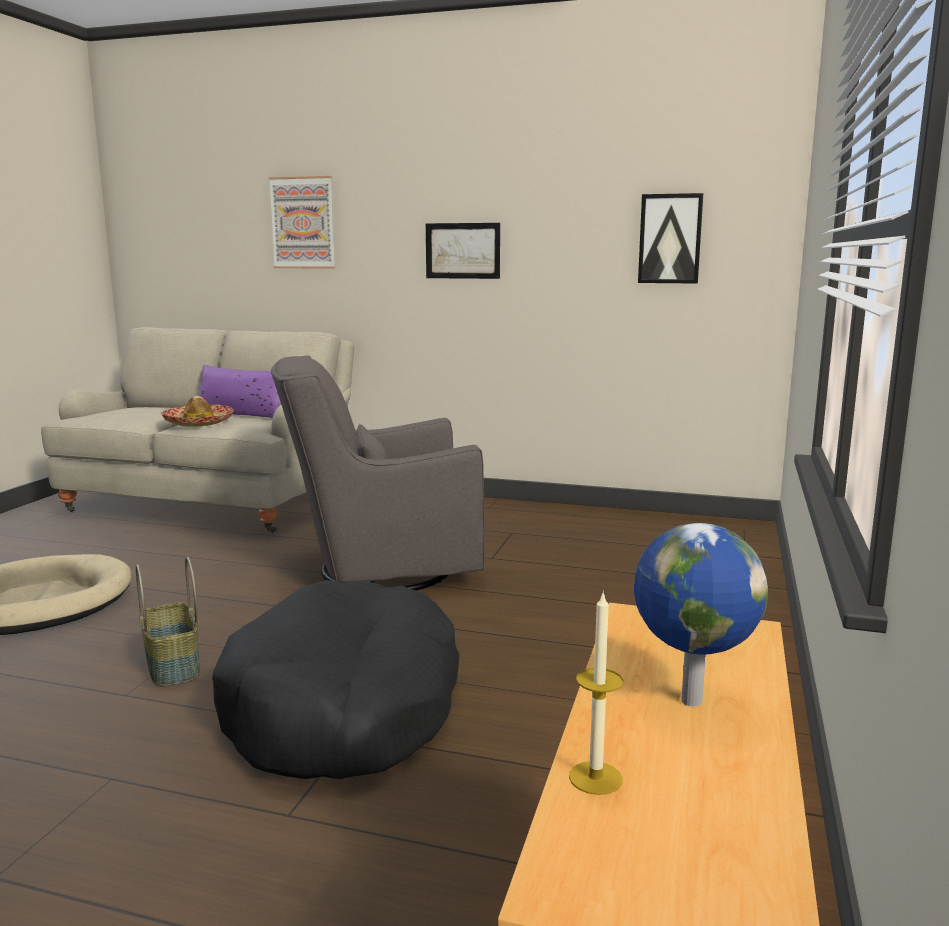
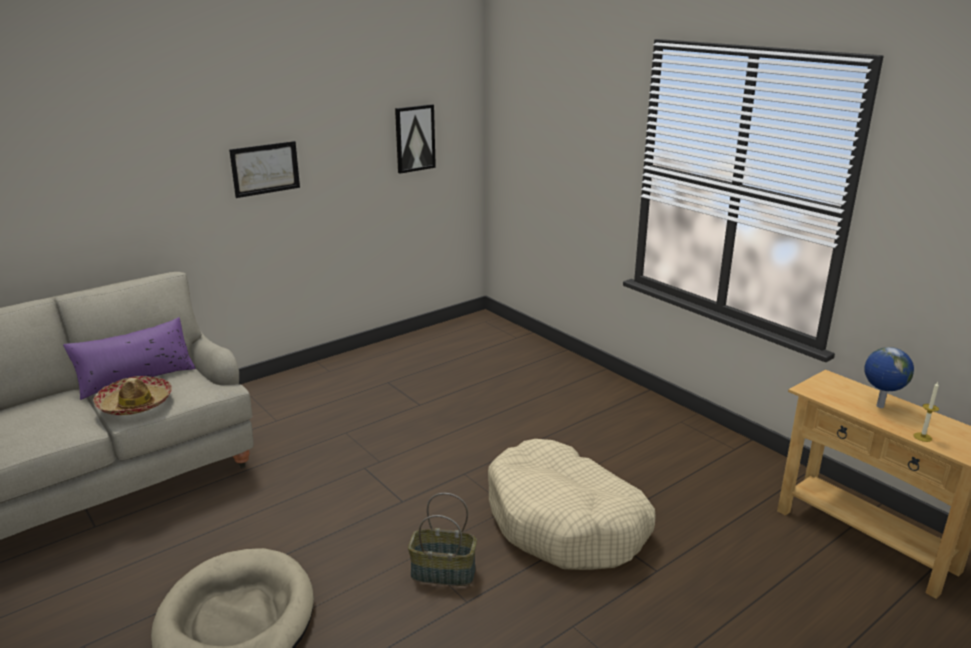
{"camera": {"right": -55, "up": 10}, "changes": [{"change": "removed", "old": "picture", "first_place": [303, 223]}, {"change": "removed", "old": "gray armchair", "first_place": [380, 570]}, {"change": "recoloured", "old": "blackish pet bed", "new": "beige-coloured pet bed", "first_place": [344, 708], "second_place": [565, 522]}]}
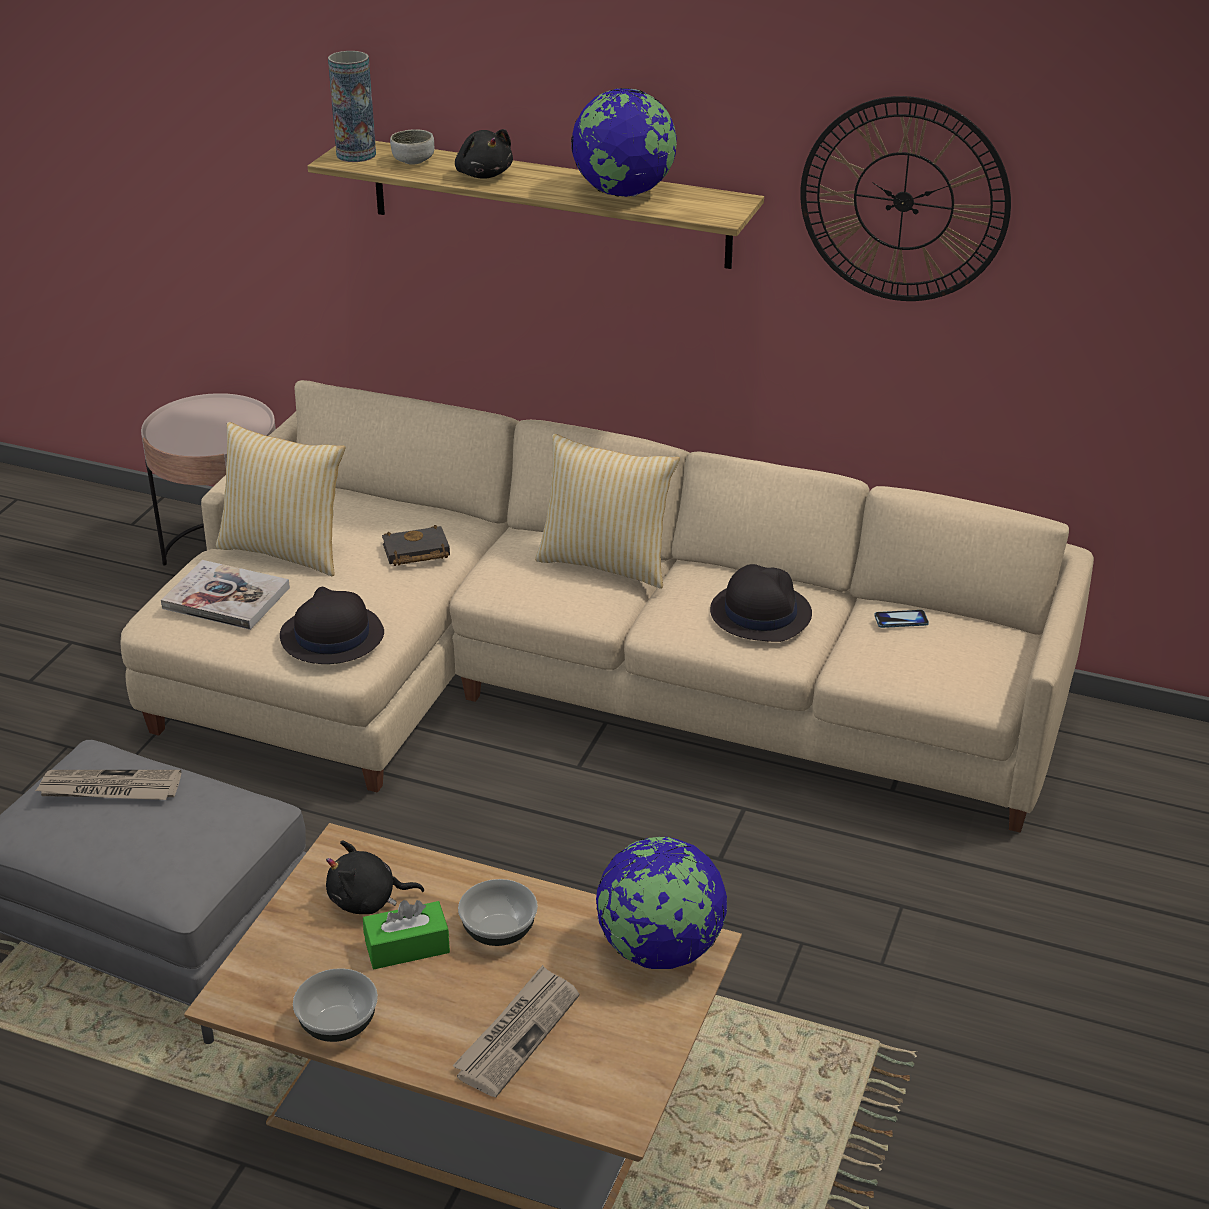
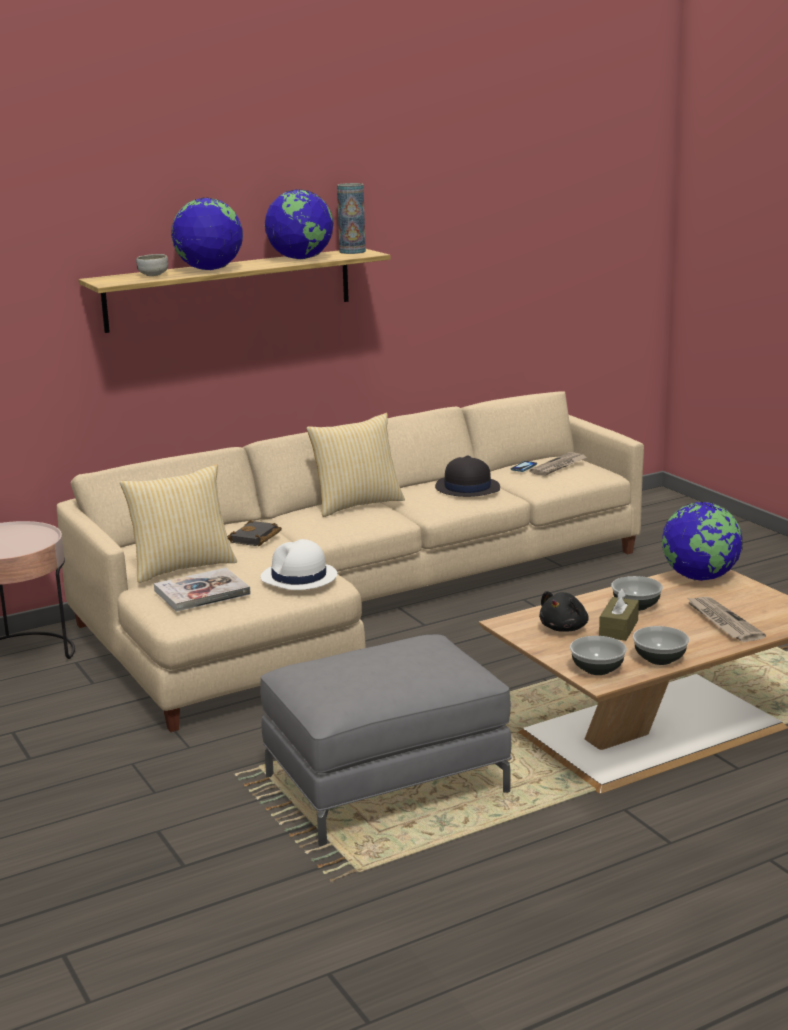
{"camera": {"right": -50, "up": -15}, "changes": [{"change": "moved", "old": "decorative vase", "first_place": [356, 155], "second_place": [352, 251]}, {"change": "removed", "old": "hanging clock", "first_place": [903, 201]}, {"change": "replaced", "old": "blackish plush toy", "new": "globe", "first_place": [483, 174], "second_place": [209, 269]}, {"change": "recoloured", "old": "blackish clothing hat", "new": "white clothing hat", "first_place": [331, 636], "second_place": [298, 577]}, {"change": "moved", "old": "printed paper", "first_place": [109, 789], "second_place": [559, 466]}, {"change": "recoloured", "old": "green tissue holder", "new": "brownish tissue holder", "first_place": [407, 947], "second_place": [618, 628]}, {"change": "added", "new": "deep dish", "second_place": [598, 669]}]}
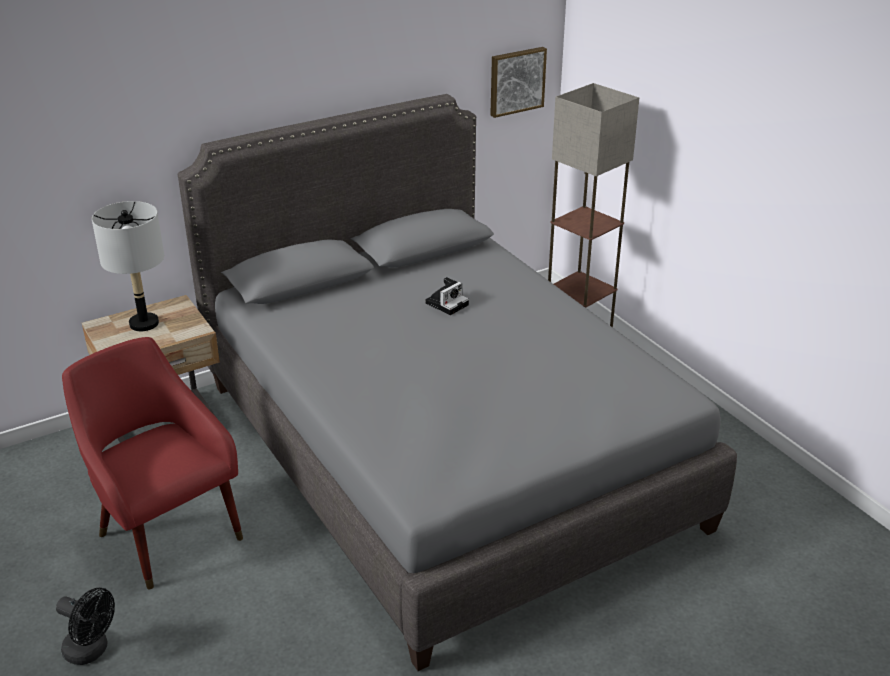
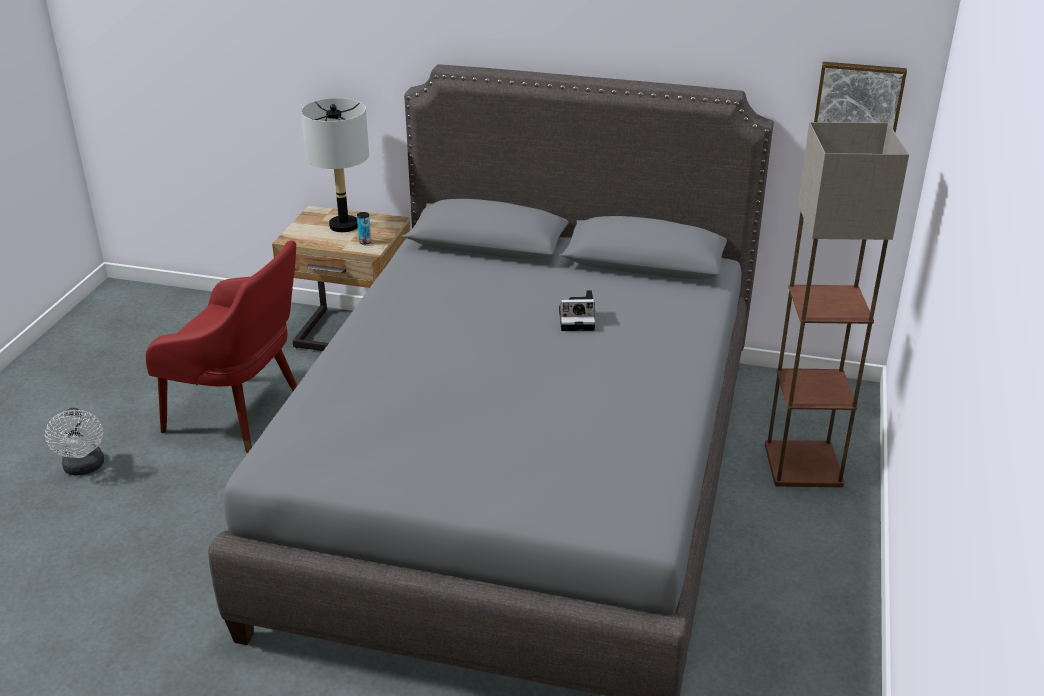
{"camera": {"right": 45, "up": 0}, "changes": [{"change": "turned", "old": "red-coloured armchair", "first_place": [166, 530], "second_place": [241, 414], "degrees": 105}, {"change": "recoloured", "old": "blackish fan", "new": "white fan", "first_place": [91, 651], "second_place": [84, 468]}, {"change": "added", "new": "metal can", "second_place": [365, 242]}]}
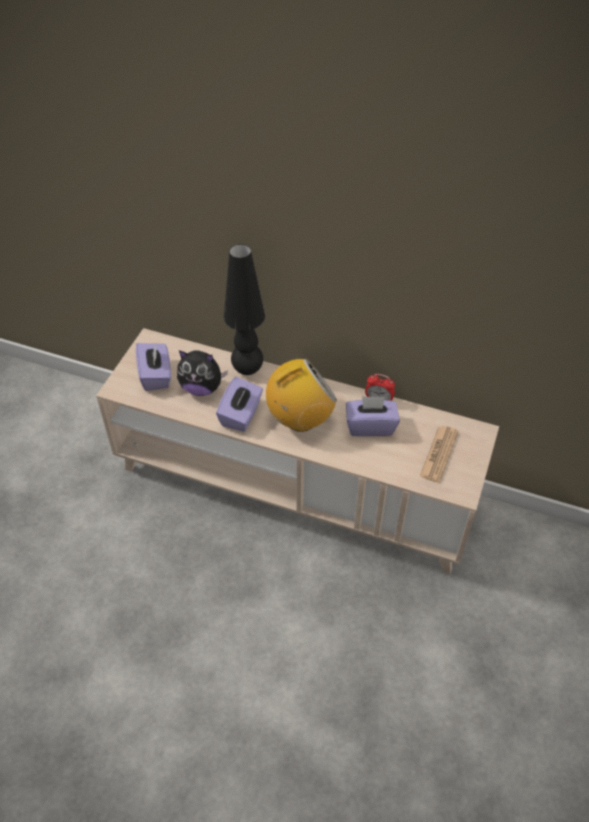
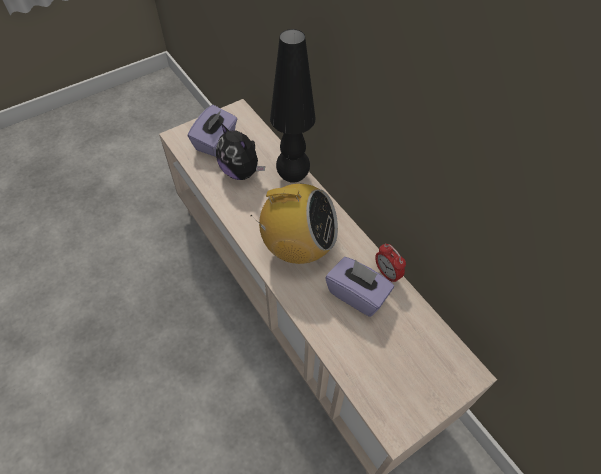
{"camera": {"right": 35, "up": 5}, "changes": [{"change": "removed", "old": "purple-coloured tissue holder", "first_place": [241, 415]}, {"change": "removed", "old": "printed paper", "first_place": [439, 454]}]}
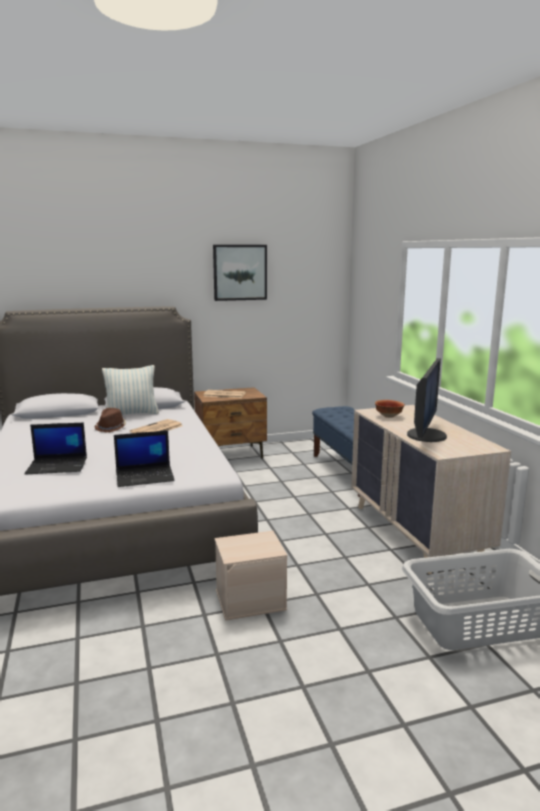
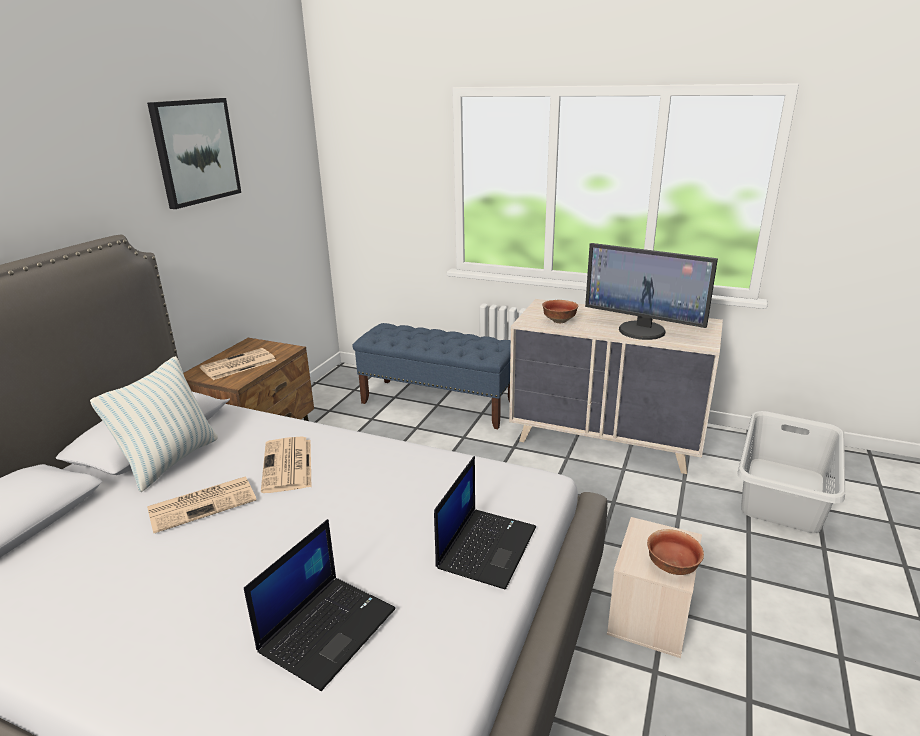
{"camera": {"right": -50, "up": 10}, "changes": [{"change": "turned", "old": "computer display", "first_place": [425, 435], "second_place": [642, 330], "degrees": 150}, {"change": "replaced", "old": "brownish clothing hat", "new": "printed paper", "first_place": [111, 427], "second_place": [203, 503]}, {"change": "added", "new": "deep dish", "second_place": [672, 567]}]}
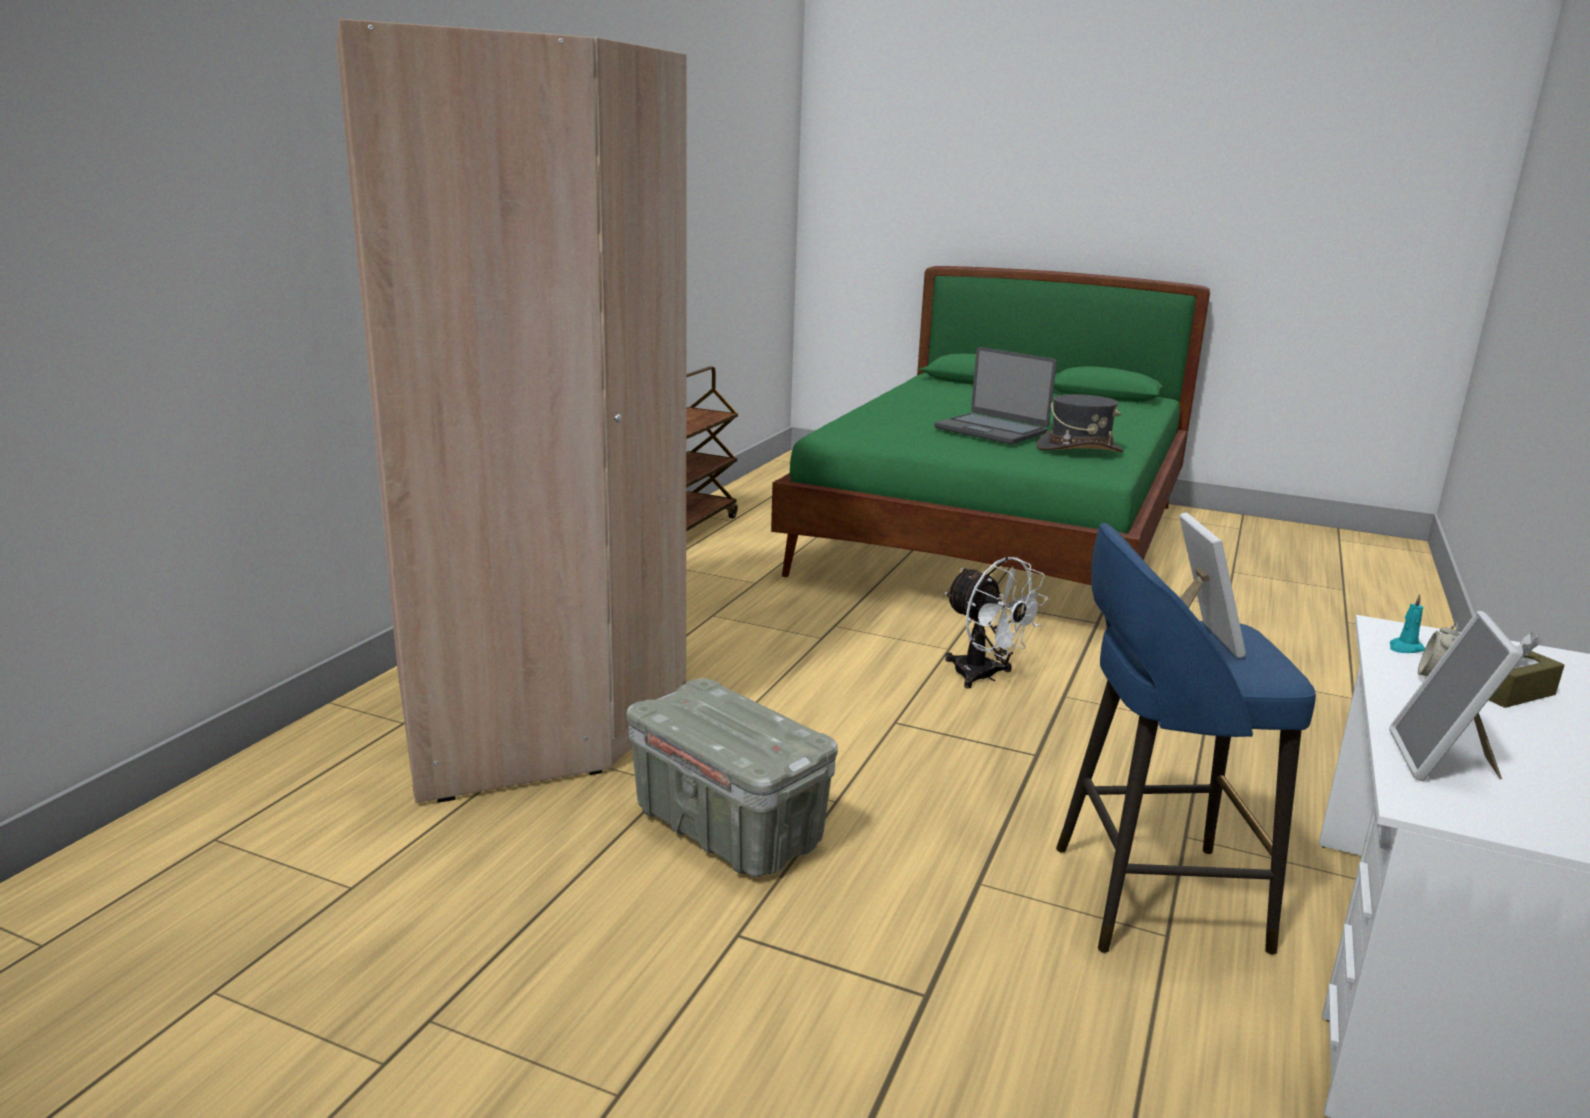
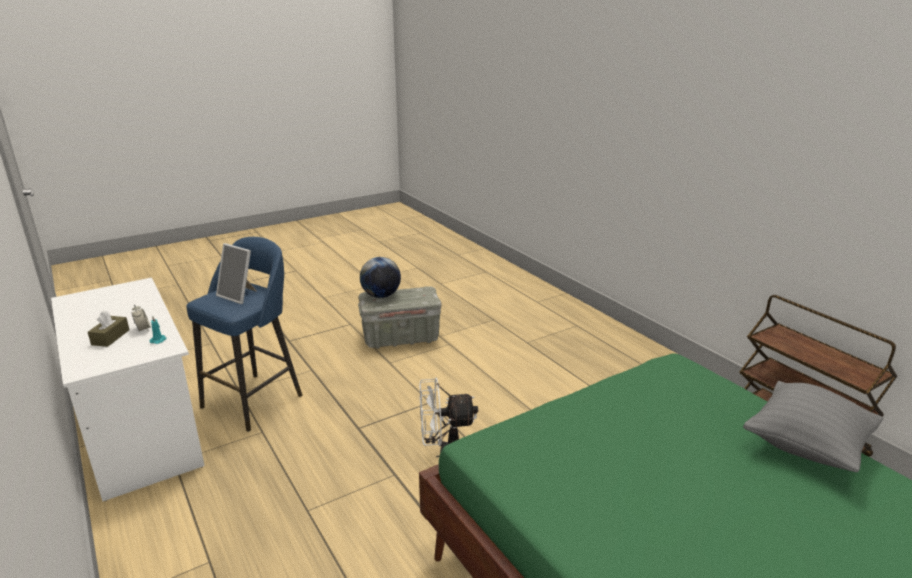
{"camera": {"right": 125, "up": 5}, "changes": [{"change": "removed", "old": "beige-coloured armoire", "first_place": [538, 710]}, {"change": "removed", "old": "portable computer", "first_place": [991, 430]}, {"change": "removed", "old": "gray clothing hat", "first_place": [1079, 449]}, {"change": "removed", "old": "photo frame", "first_place": [1442, 761]}, {"change": "added", "new": "globe", "second_place": [381, 295]}, {"change": "added", "new": "gray pillow", "second_place": [806, 446]}]}
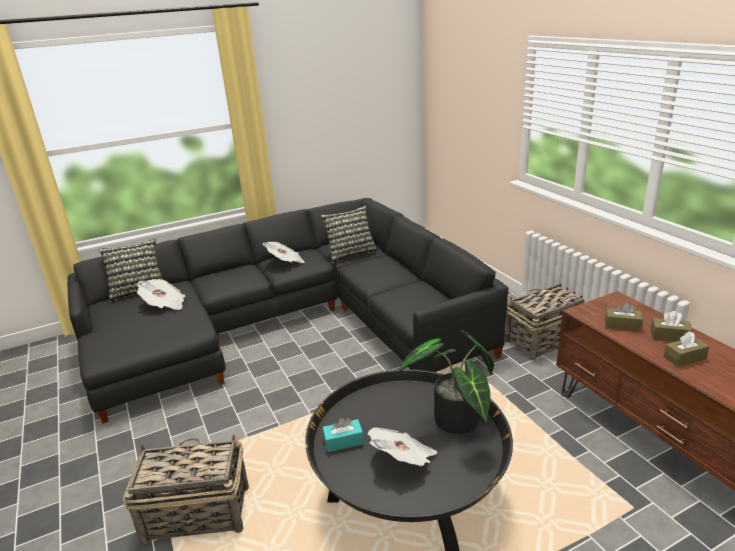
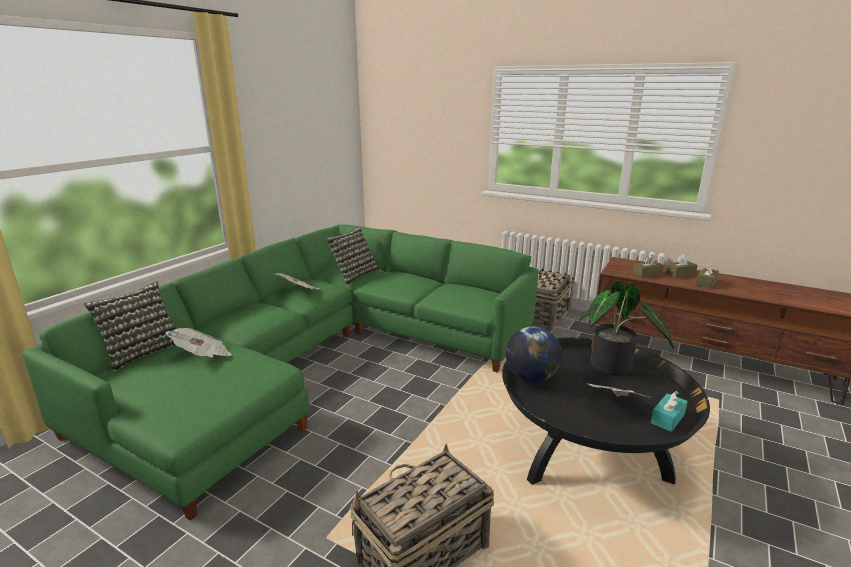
{"camera": {"right": -35, "up": -5}, "changes": [{"change": "recoloured", "old": "blackish settee", "new": "green settee", "first_place": [289, 326], "second_place": [317, 359]}, {"change": "moved", "old": "blue-green tissue holder", "first_place": [343, 441], "second_place": [667, 419]}, {"change": "added", "new": "globe", "second_place": [531, 378]}]}
